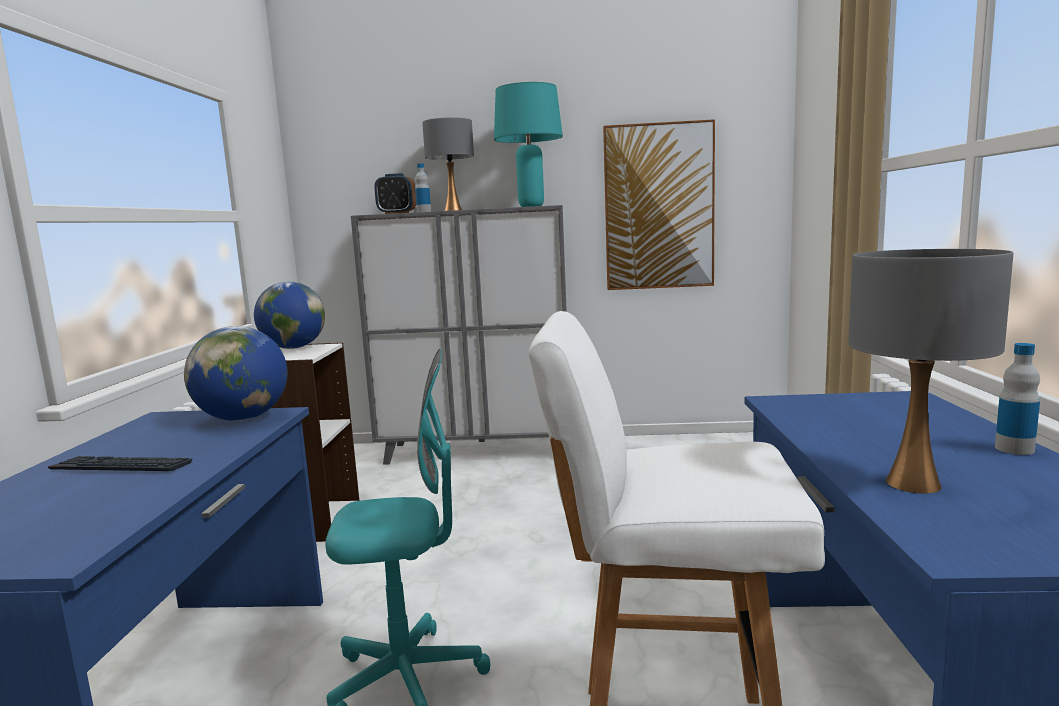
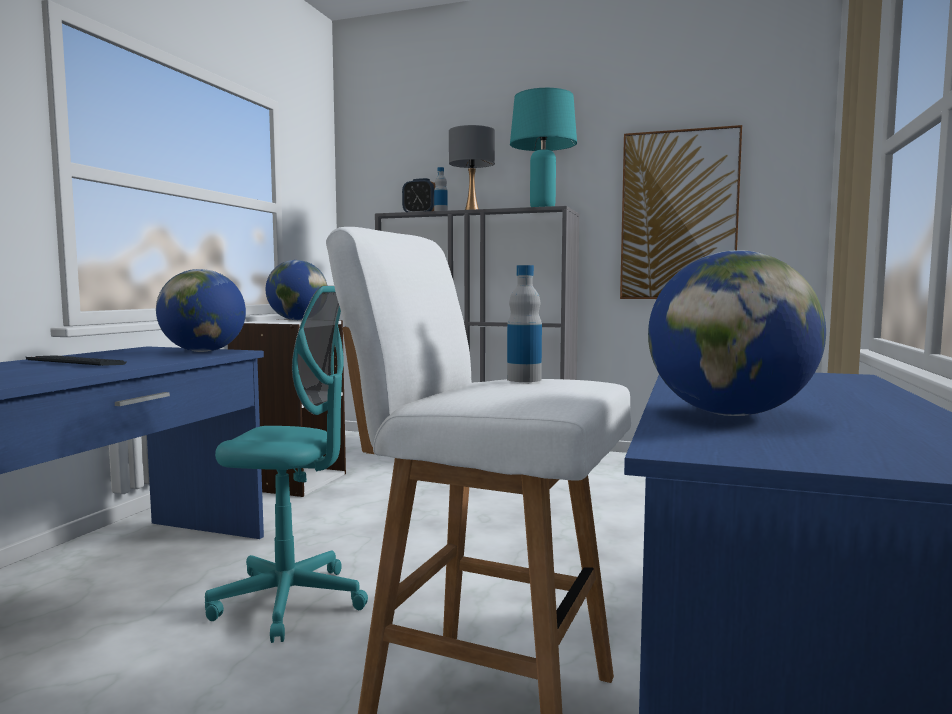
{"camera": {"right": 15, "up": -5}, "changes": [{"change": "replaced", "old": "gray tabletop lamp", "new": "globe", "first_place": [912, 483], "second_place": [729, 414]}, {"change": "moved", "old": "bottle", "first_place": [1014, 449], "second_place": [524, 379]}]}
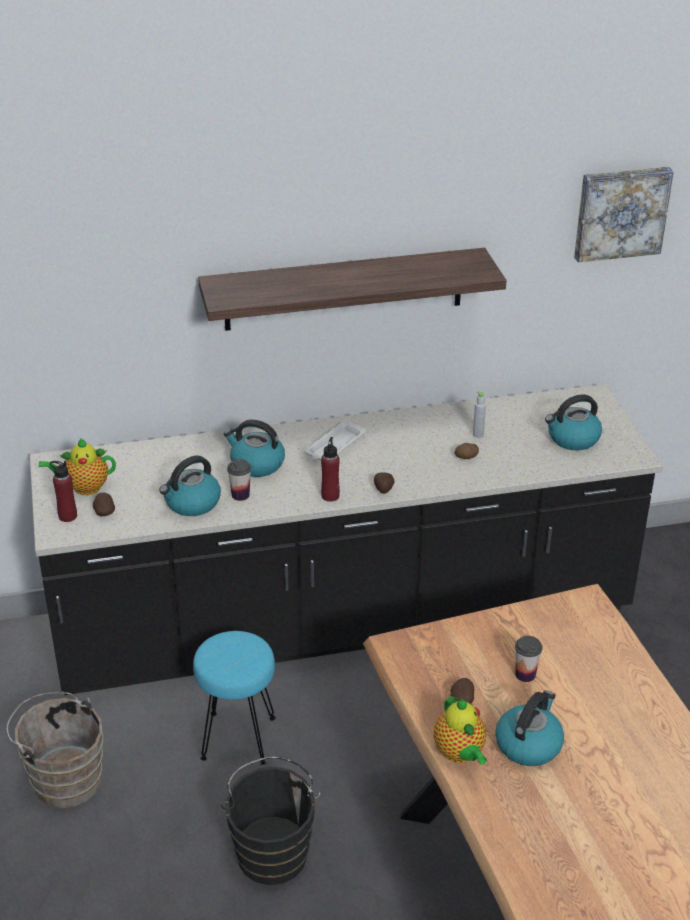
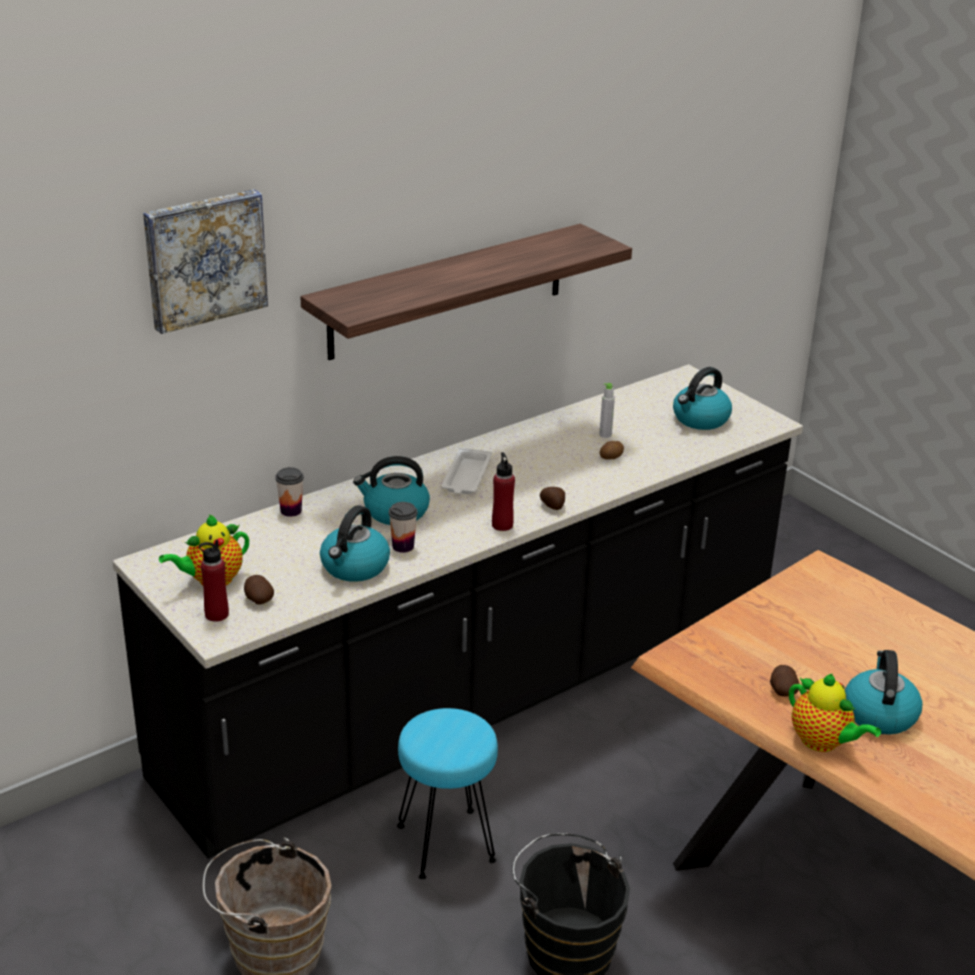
{"camera": {"right": -25, "up": -5}, "changes": [{"change": "moved", "old": "picture", "first_place": [620, 212], "second_place": [204, 259]}, {"change": "moved", "old": "cup", "first_place": [525, 674], "second_place": [291, 511]}]}
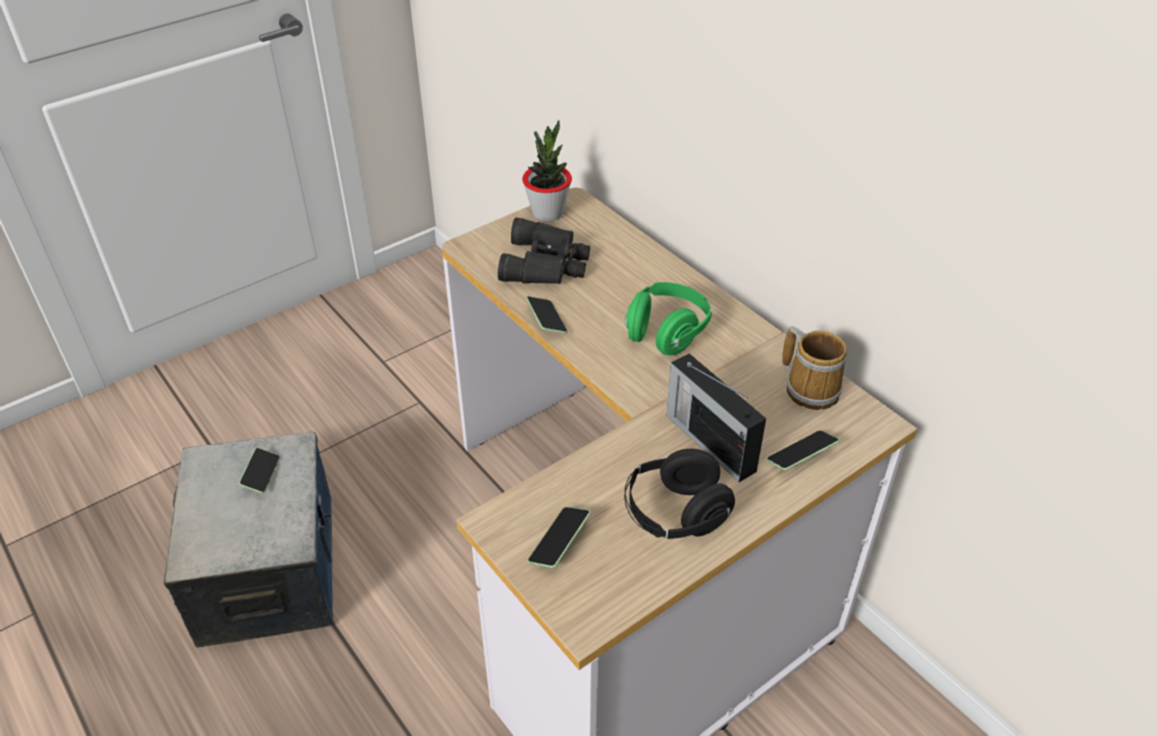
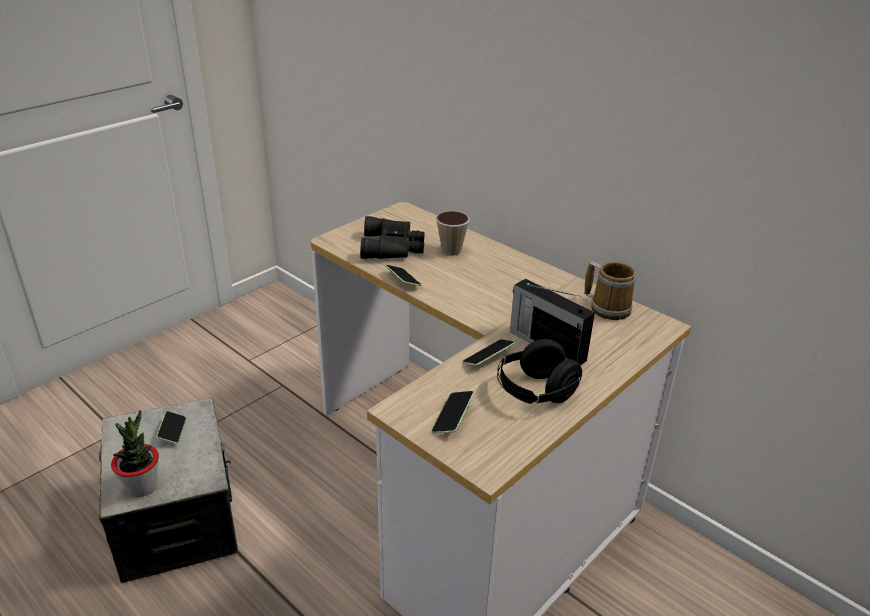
{"camera": {"right": -10, "up": -10}, "changes": [{"change": "moved", "old": "houseplant", "first_place": [548, 213], "second_place": [142, 486]}, {"change": "removed", "old": "green headphones", "first_place": [666, 333]}, {"change": "moved", "old": "handset", "first_place": [801, 457], "second_place": [488, 358]}, {"change": "added", "new": "cup", "second_place": [451, 250]}]}
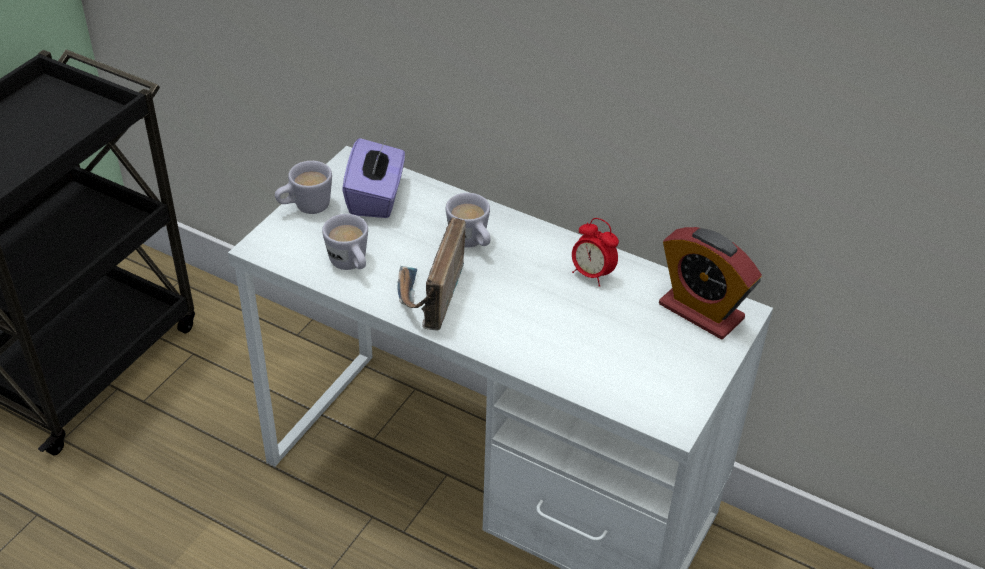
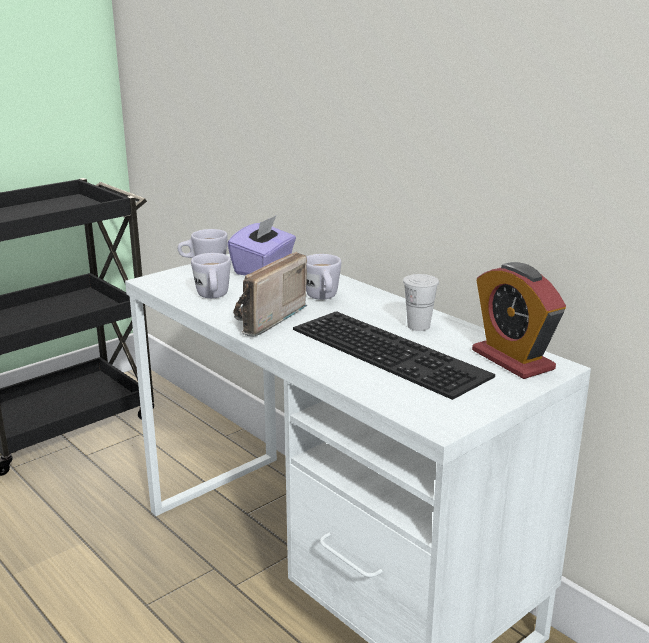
{"camera": {"right": 20, "up": -20}, "changes": [{"change": "replaced", "old": "bedside clock", "new": "white cup", "first_place": [591, 274], "second_place": [418, 326]}, {"change": "added", "new": "keyboard", "second_place": [392, 351]}]}
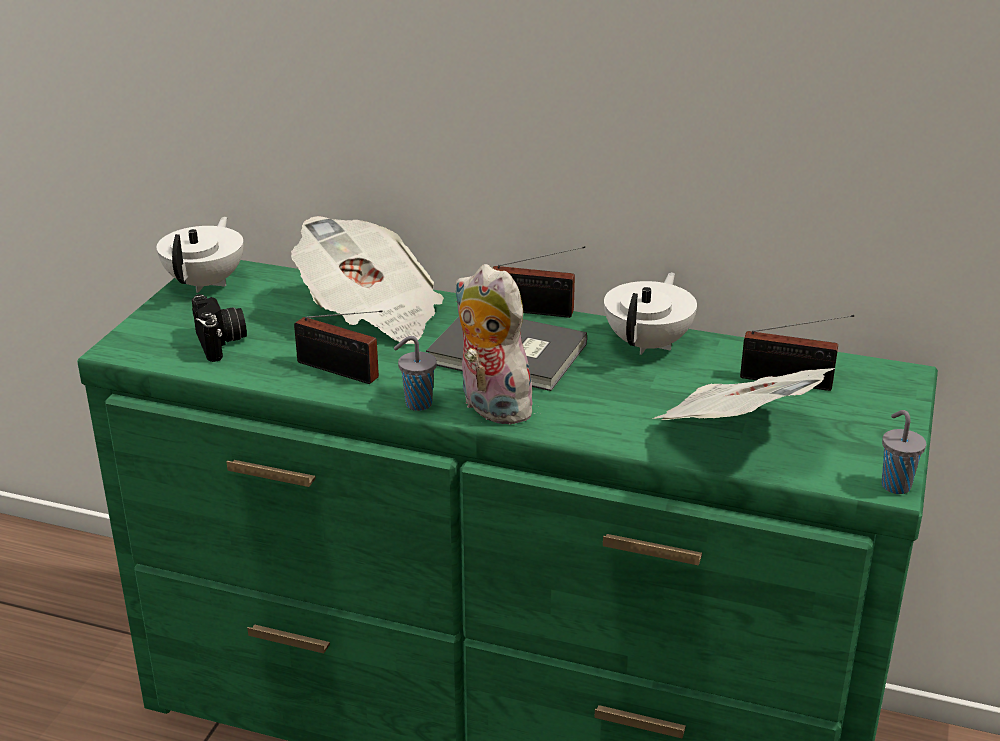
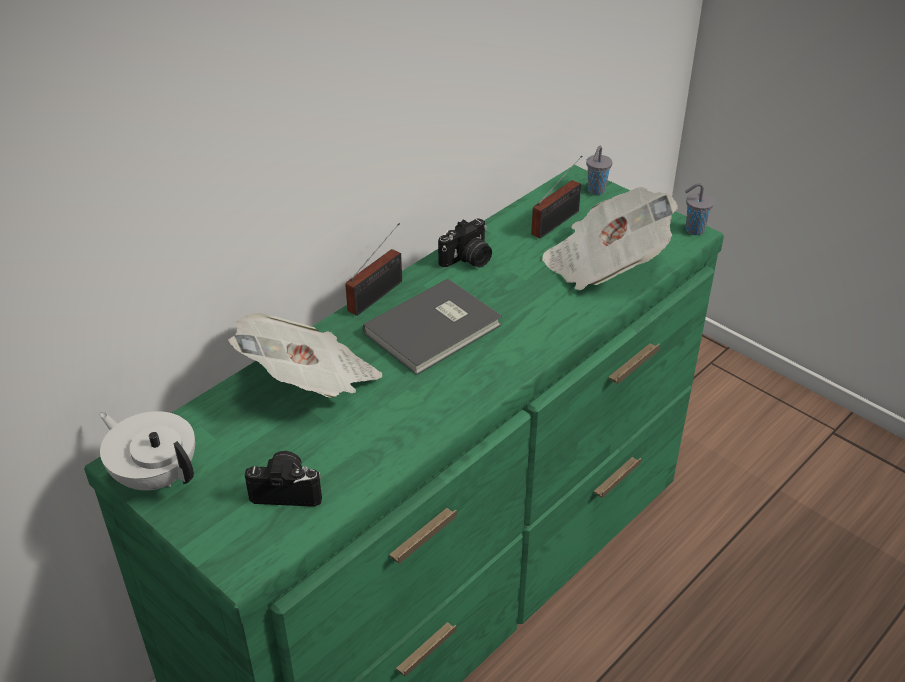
{"camera": {"right": -65, "up": 10}, "changes": [{"change": "removed", "old": "plush toy", "first_place": [490, 407]}, {"change": "replaced", "old": "white pot for tea", "new": "photo camera", "first_place": [649, 344], "second_place": [468, 260]}, {"change": "removed", "old": "radio", "first_place": [341, 372]}, {"change": "moved", "old": "gray cup", "first_place": [417, 404], "second_place": [595, 191]}]}
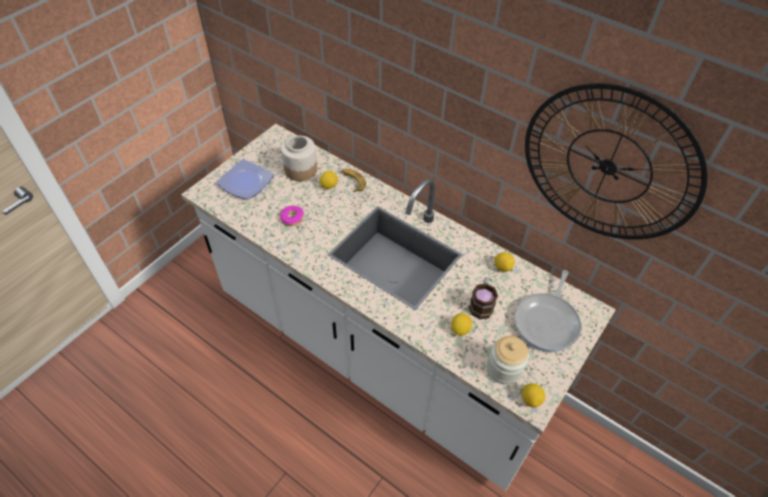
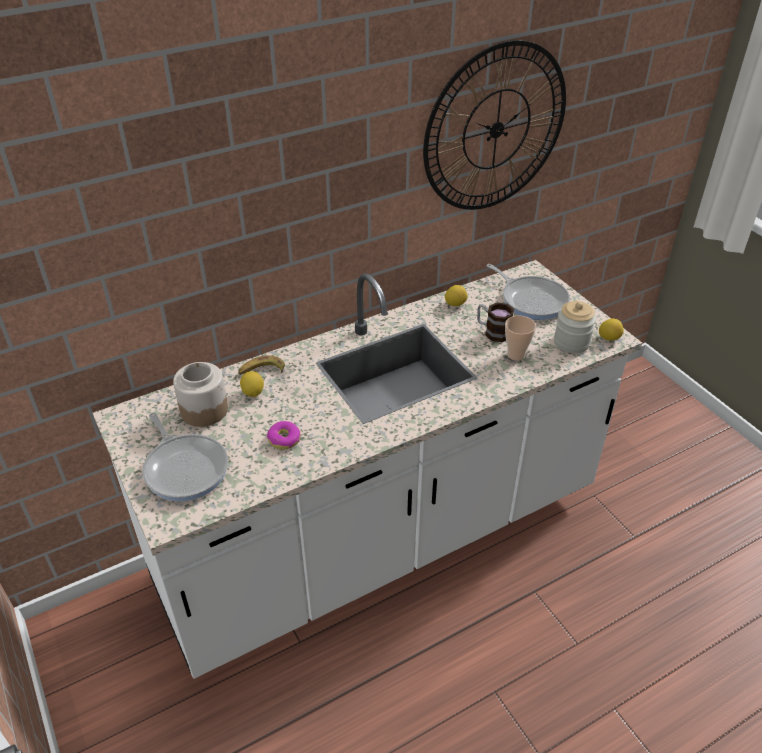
{"camera": {"right": -65, "up": -10}, "changes": [{"change": "replaced", "old": "dinner plate", "new": "frying pan", "first_place": [247, 182], "second_place": [185, 468]}, {"change": "replaced", "old": "whole lemon", "new": "cup", "first_place": [460, 329], "second_place": [516, 355]}]}
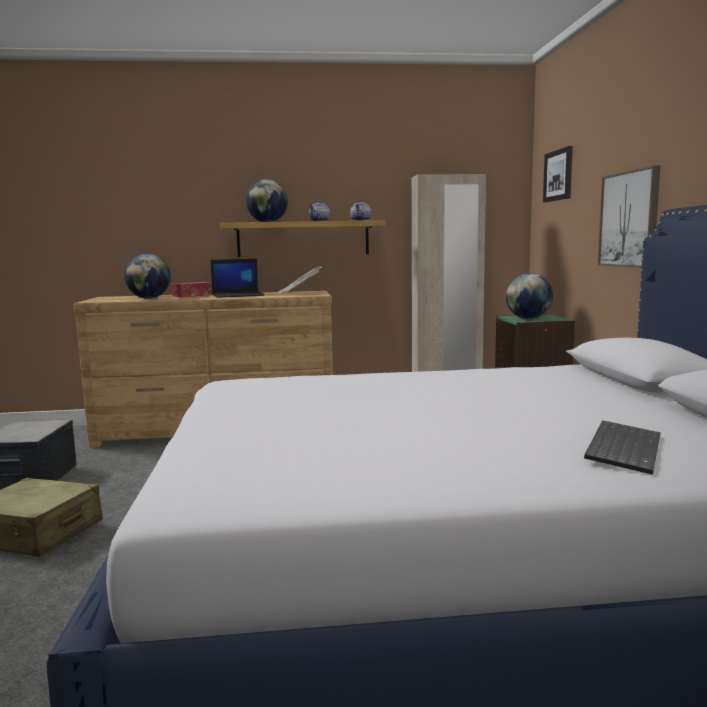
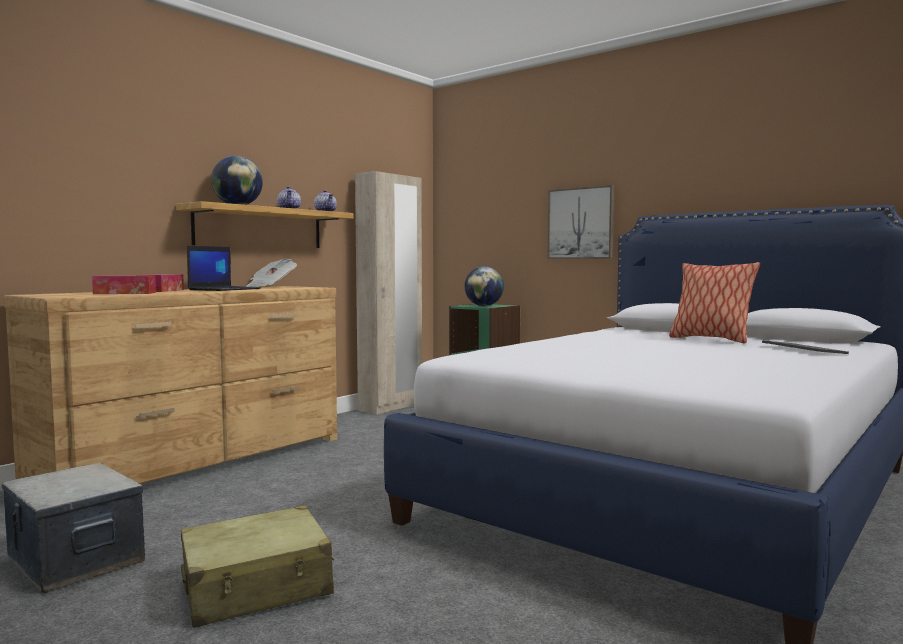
{"camera": {"right": -45, "up": -5}, "changes": [{"change": "removed", "old": "picture", "first_place": [559, 175]}, {"change": "replaced", "old": "globe", "new": "tissue holder", "first_place": [149, 298], "second_place": [125, 293]}, {"change": "added", "new": "pillow", "second_place": [710, 339]}]}
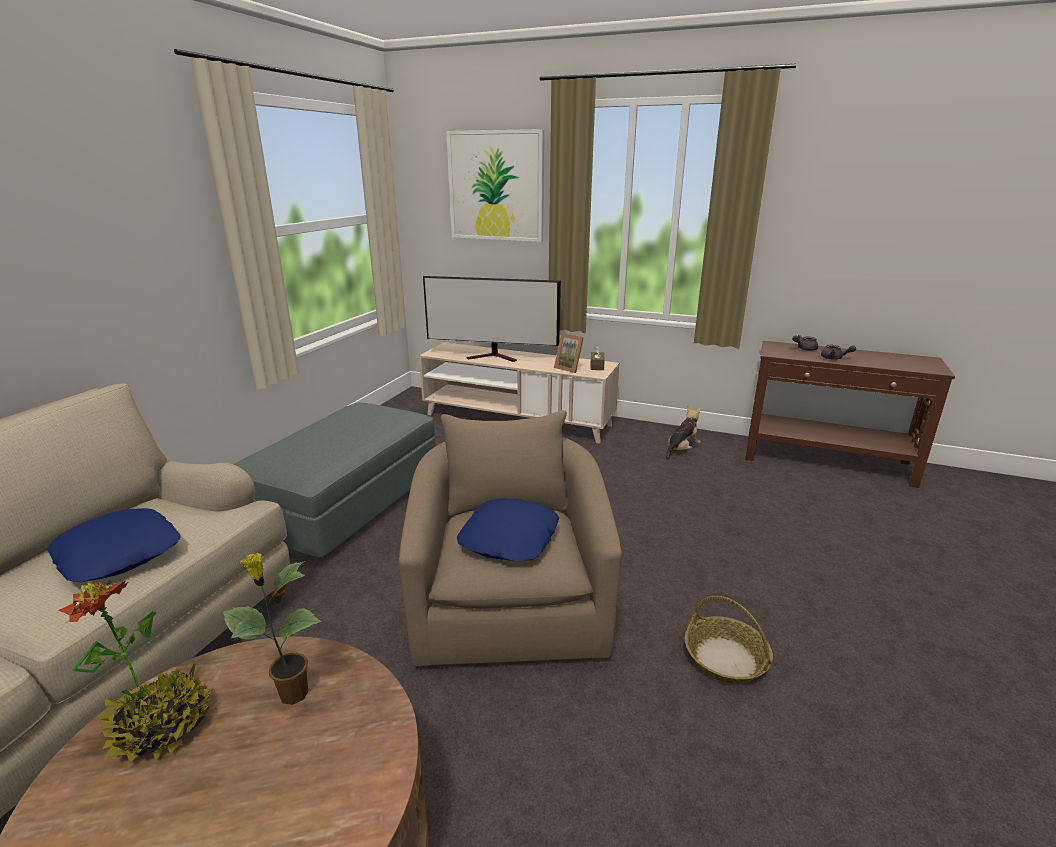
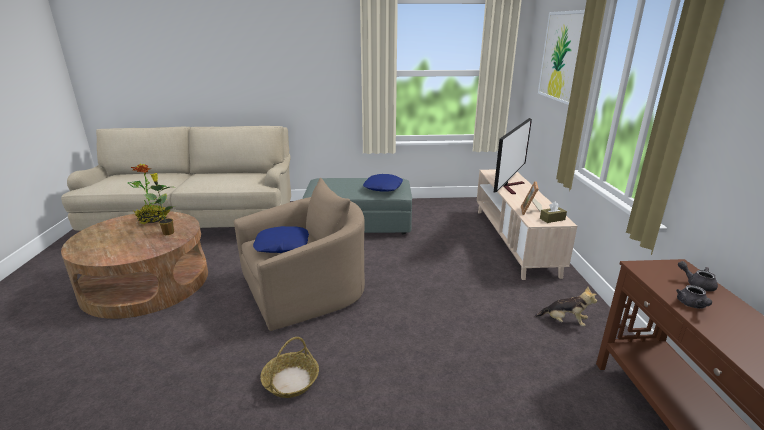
{"camera": {"right": 65, "up": 0}, "changes": [{"change": "turned", "old": "television", "first_place": [494, 357], "second_place": [511, 186], "degrees": -135}, {"change": "moved", "old": "blue pillow", "first_place": [120, 553], "second_place": [383, 187]}]}
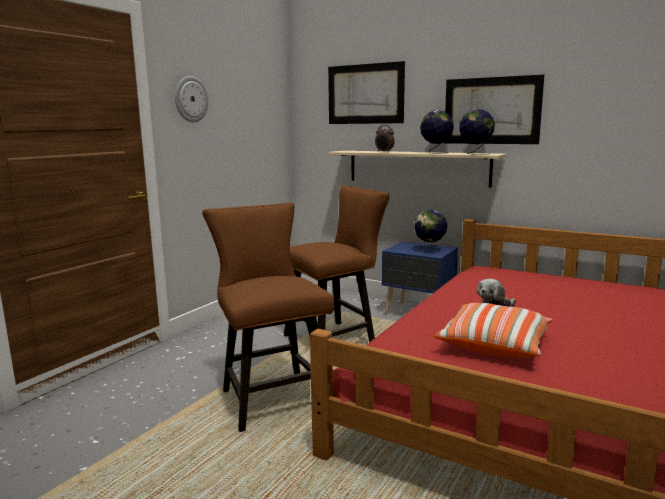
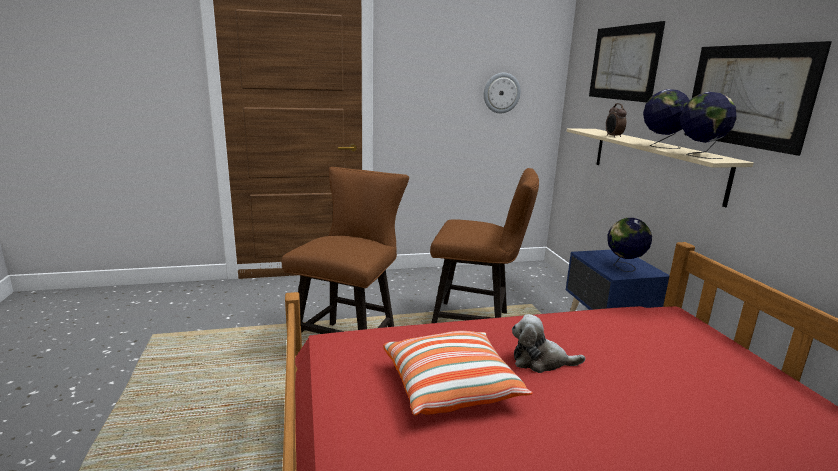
{"camera": {"right": 45, "up": 5}, "changes": [{"change": "moved", "old": "hanging clock", "first_place": [190, 99], "second_place": [501, 93]}]}
